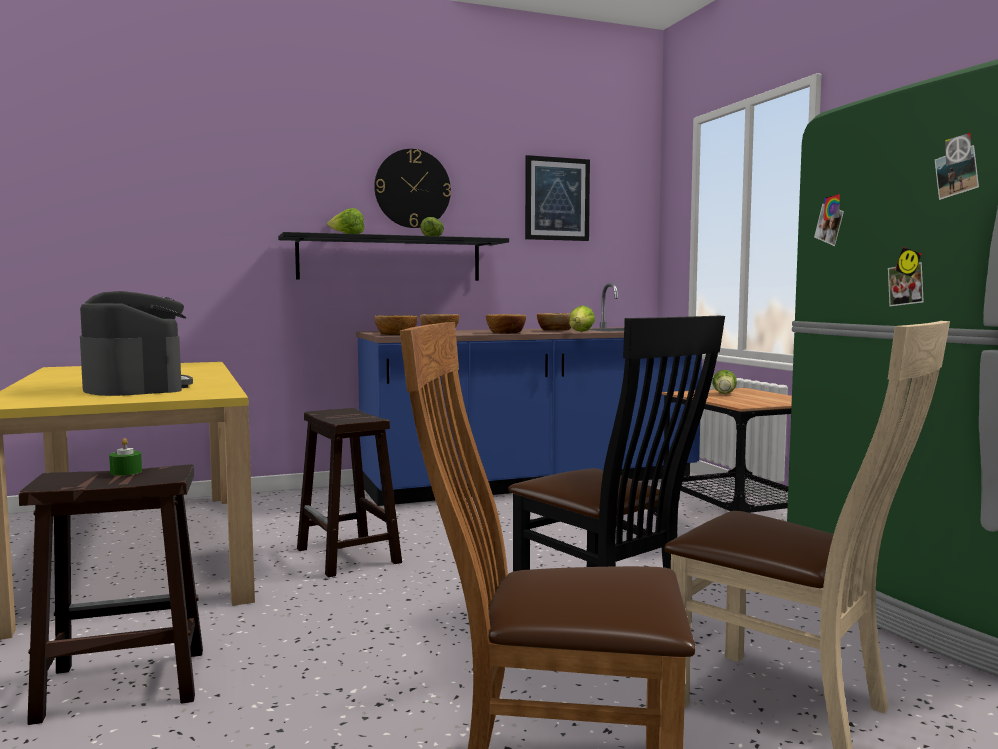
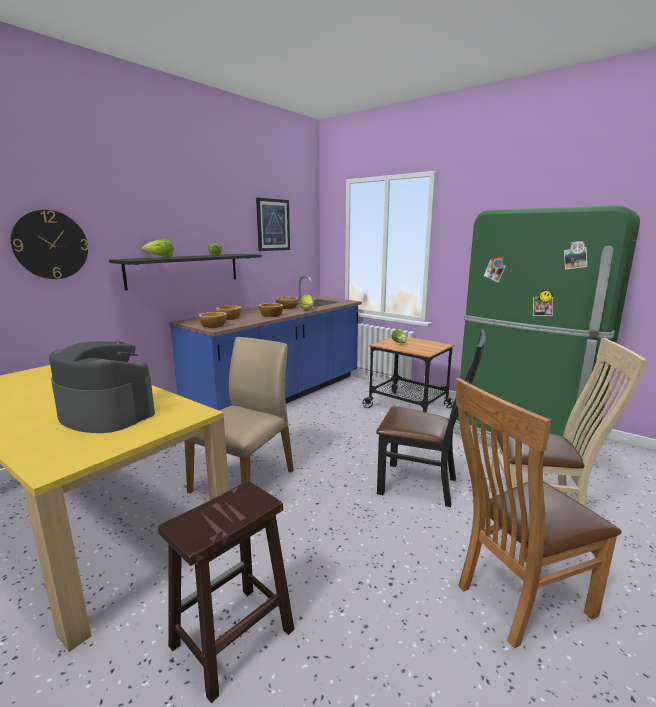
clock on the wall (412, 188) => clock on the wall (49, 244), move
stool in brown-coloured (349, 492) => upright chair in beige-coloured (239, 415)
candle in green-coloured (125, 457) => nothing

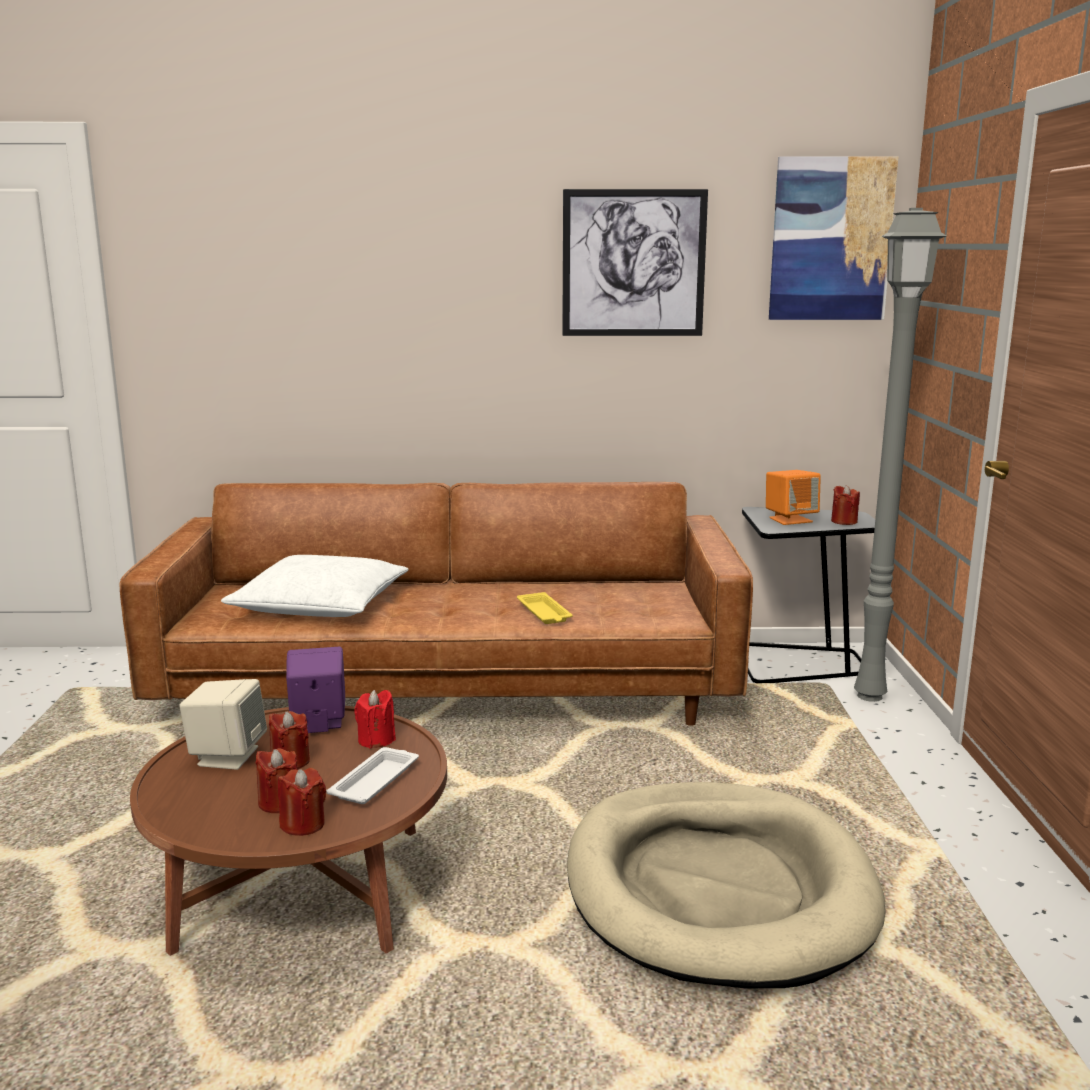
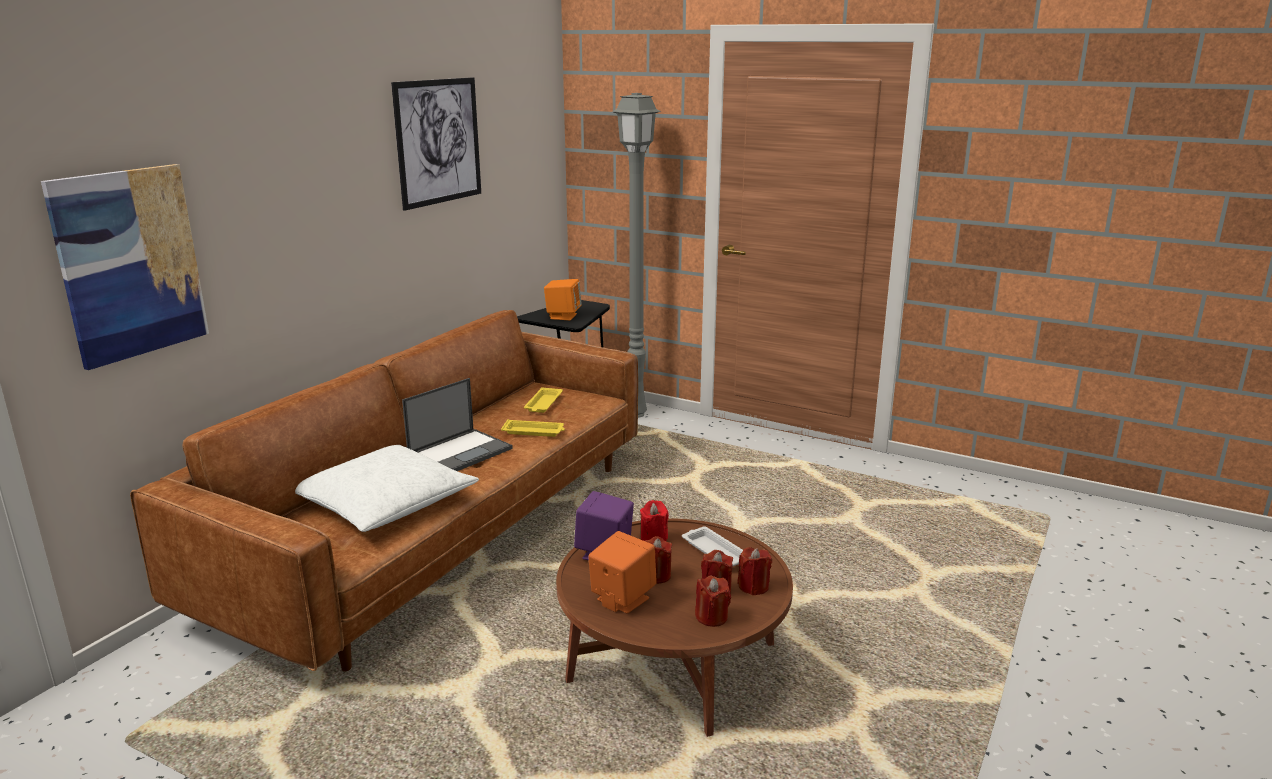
wall art (833, 238) => wall art (125, 267), move
nothing => notebook computer (457, 424)
nothing => carrying tray in yellow (543, 400)
loudspeaker in beige-coloured (223, 724) => loudspeaker in orangey (622, 572)
candle in red (845, 505) => candle in red (713, 601), move
dog bed in beige-coloured (726, 885) => nothing

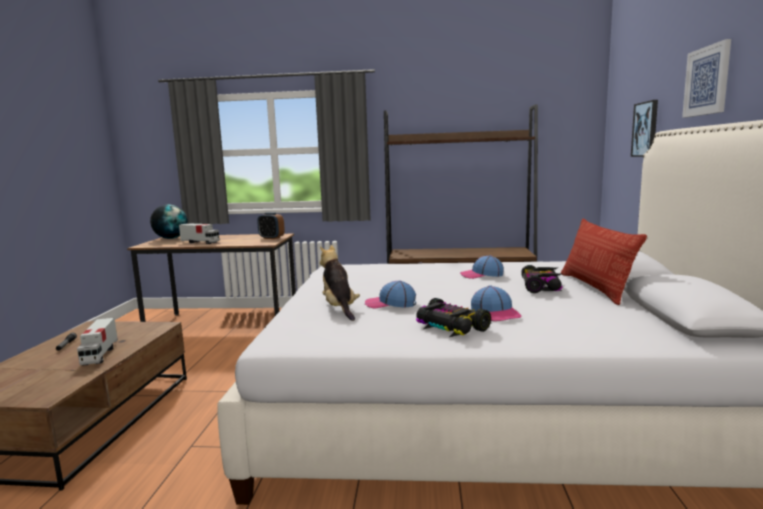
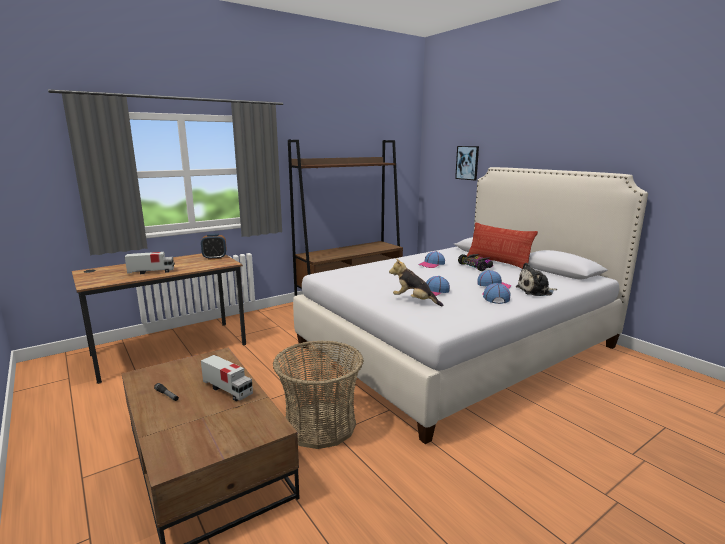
nothing => household basket (318, 394)
model car (453, 317) => baseball cap (496, 293)
nothing => plush toy (536, 279)
desk globe (169, 221) => nothing
wall art (706, 78) => nothing

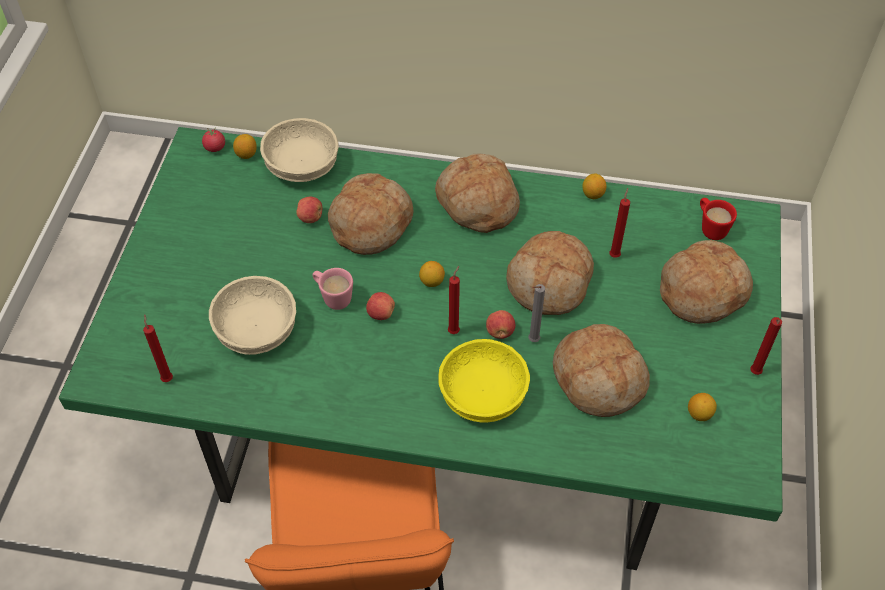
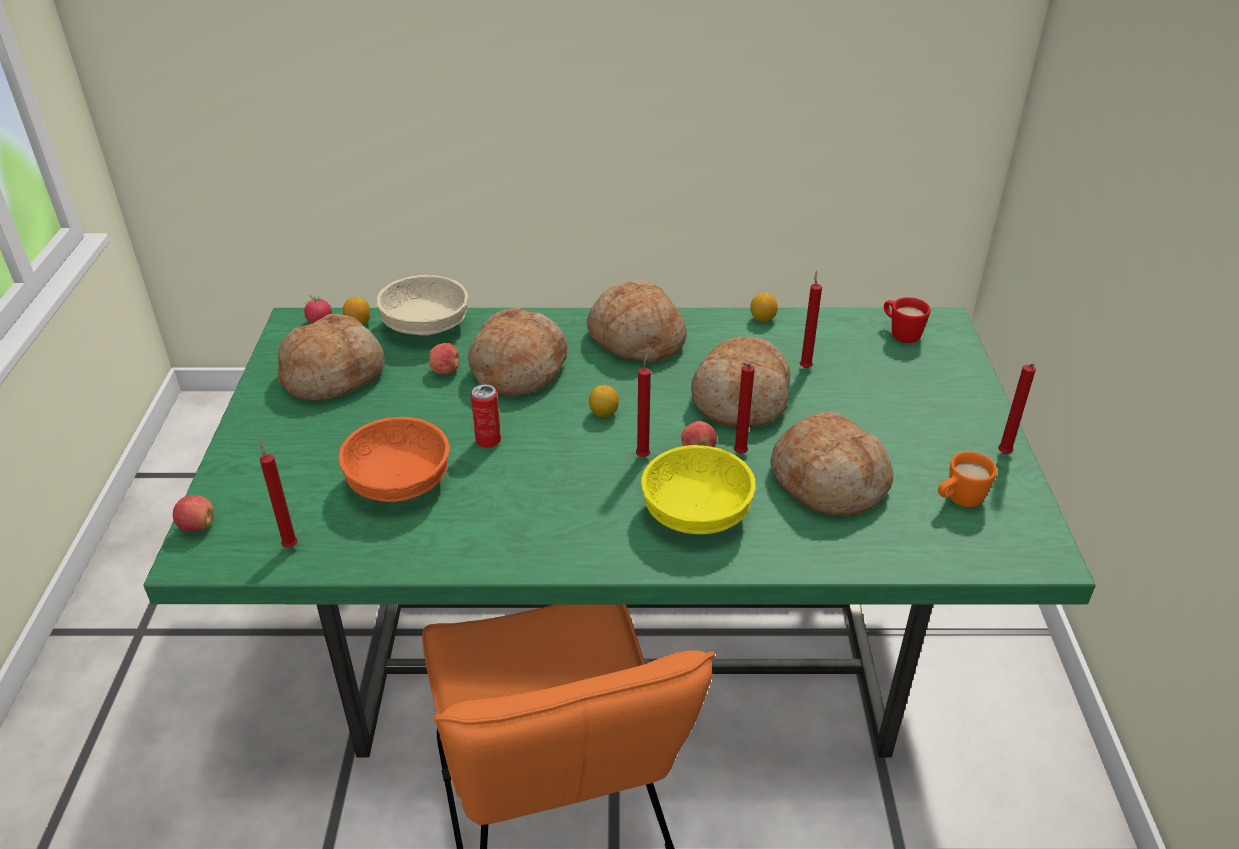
apple fruit (380, 306) => apple fruit (193, 513), move
bakery bread (706, 282) => bakery bread (331, 357), move
bowl in beige-coloured (252, 315) => bowl in orangey (394, 459)
coffee mug in pinkish (332, 289) => sealed can (486, 415)
candle in greyish (536, 313) => candle in red (744, 408)
citrus fruit (702, 407) => coffee mug in orangey (967, 479)

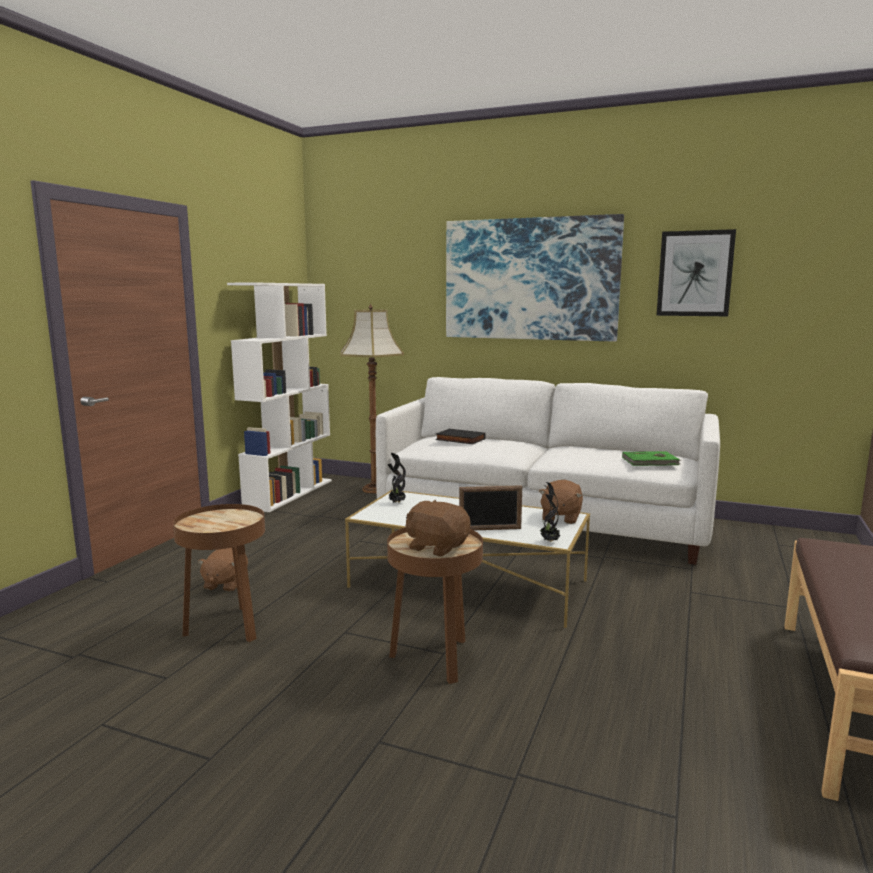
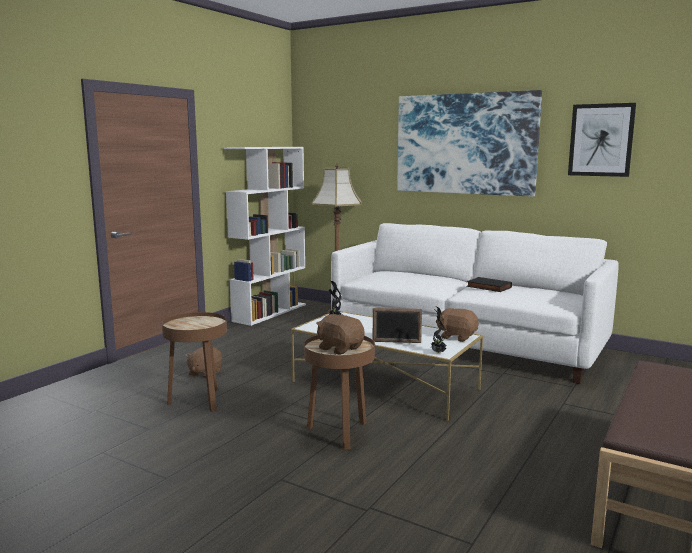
plush toy in brown-coloured (561, 502) => plush toy in brown-coloured (457, 325), 90 degrees clockwise
book in black-coloured (460, 436) => book in black-coloured (489, 284), move
book in green-coloured (652, 458) => nothing

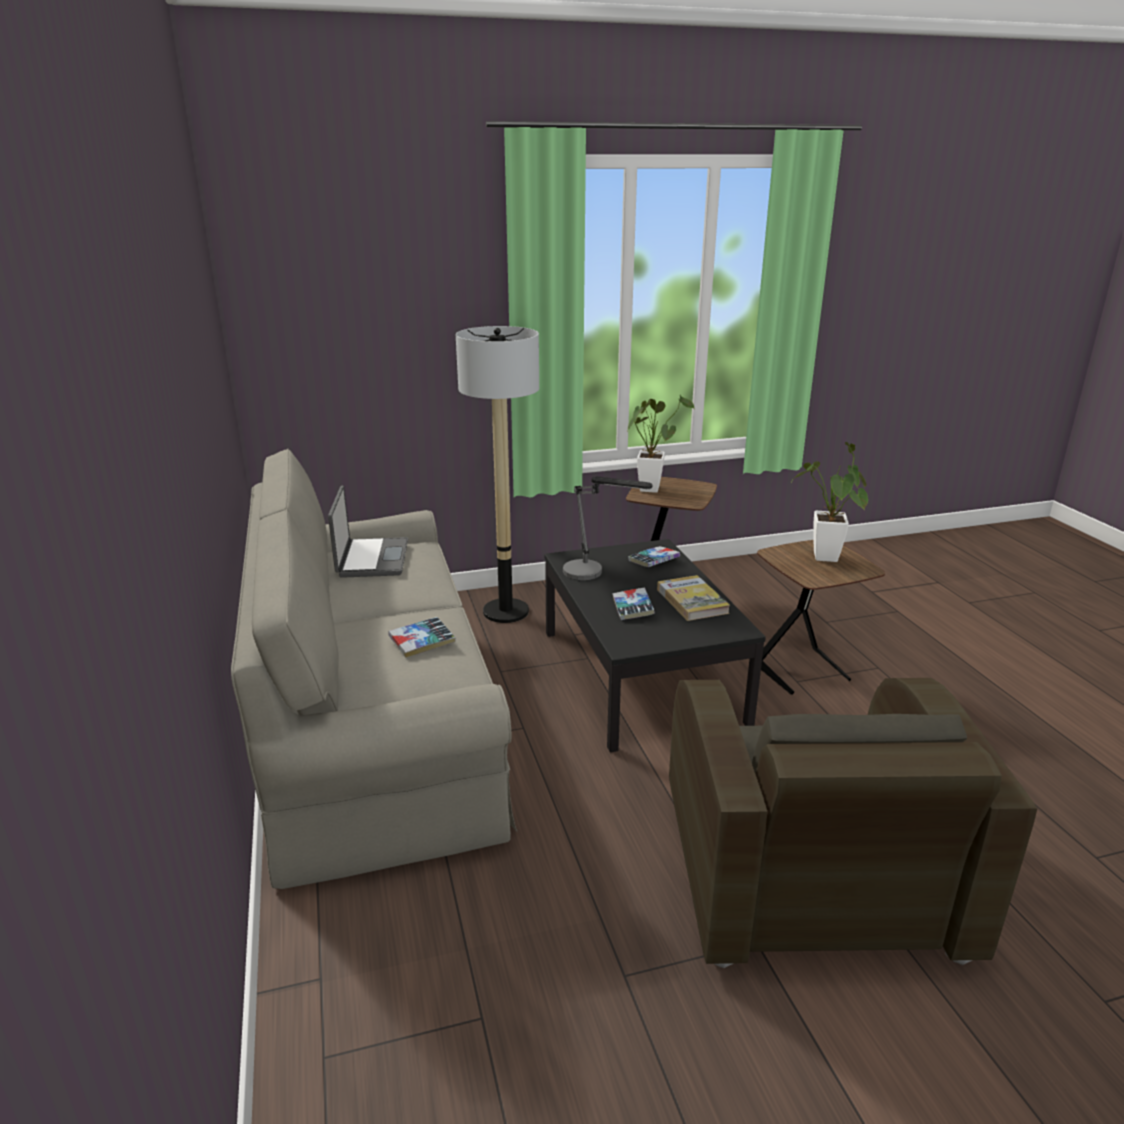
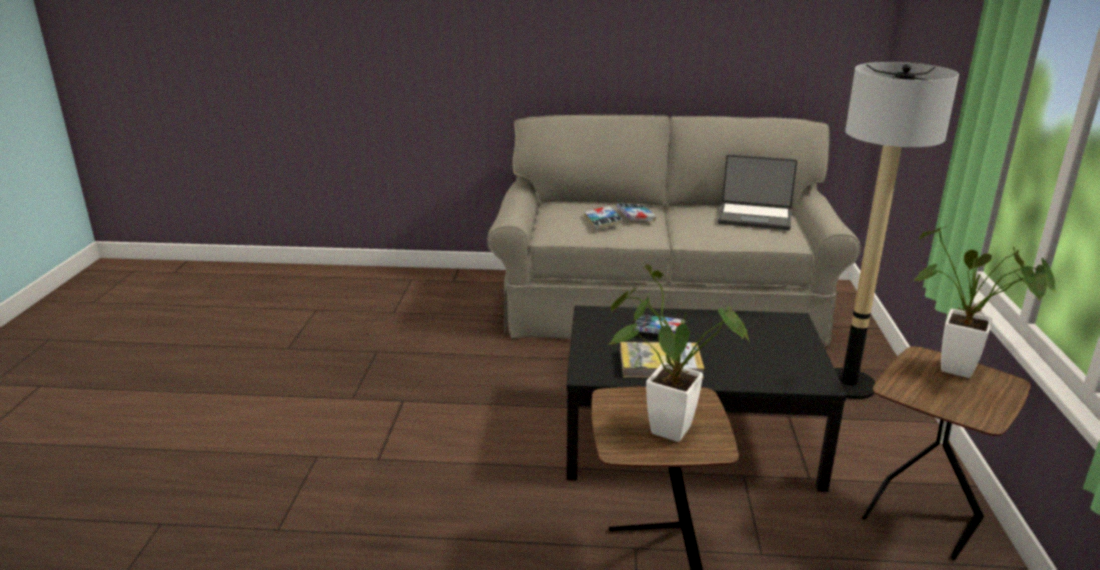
book (654, 556) => book (636, 212), move
lamp for a table (608, 528) => nothing
lounge chair in brown-coloured (853, 823) => nothing

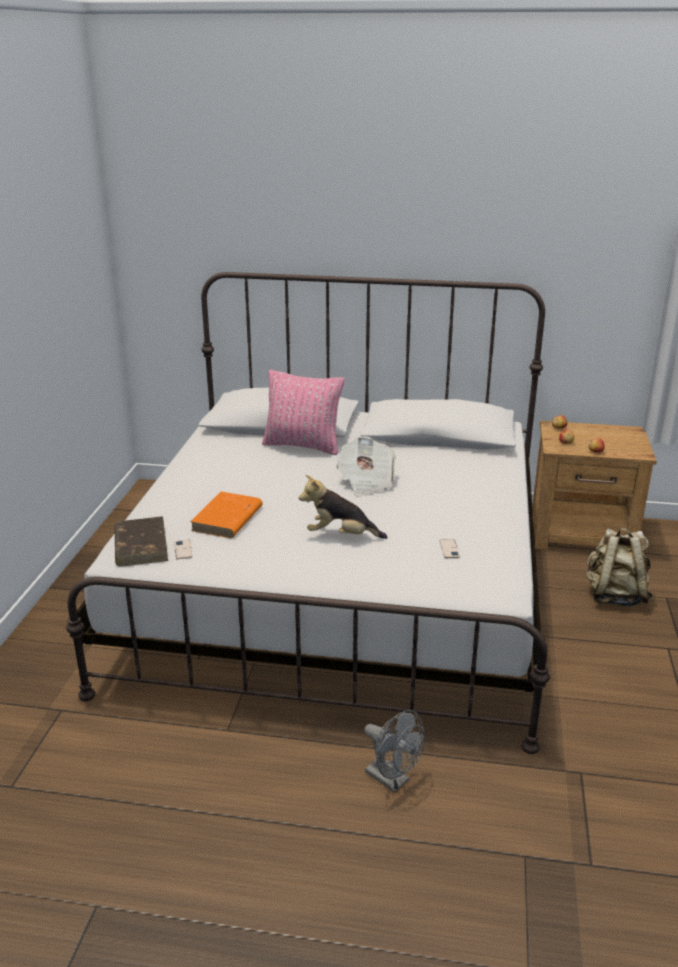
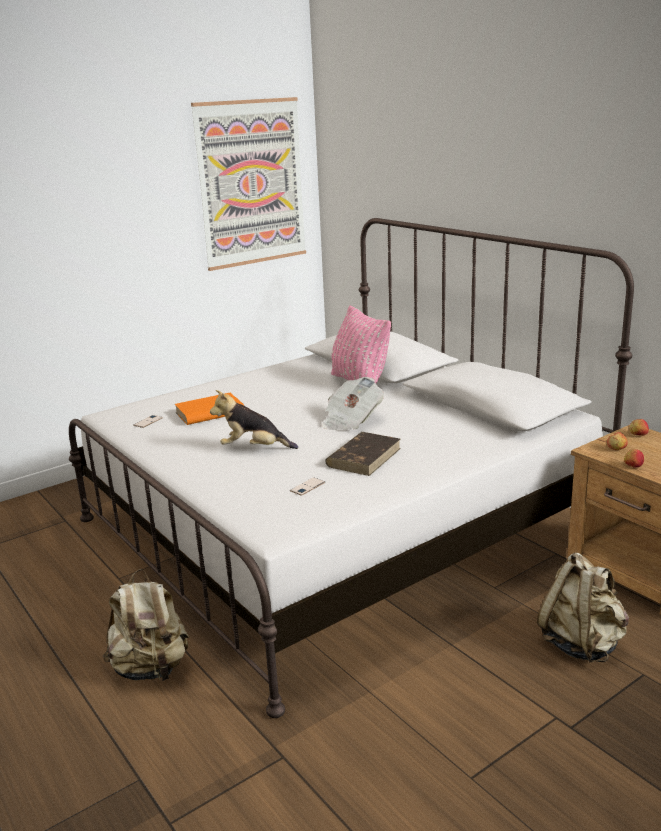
fan in greyish (394, 751) => backpack in beige-coloured (146, 625)
nothing => wall art (248, 184)
plush toy (343, 507) => plush toy (254, 419), 45 degrees counterclockwise
book in brown-coloured (141, 541) => book in brown-coloured (363, 454), move

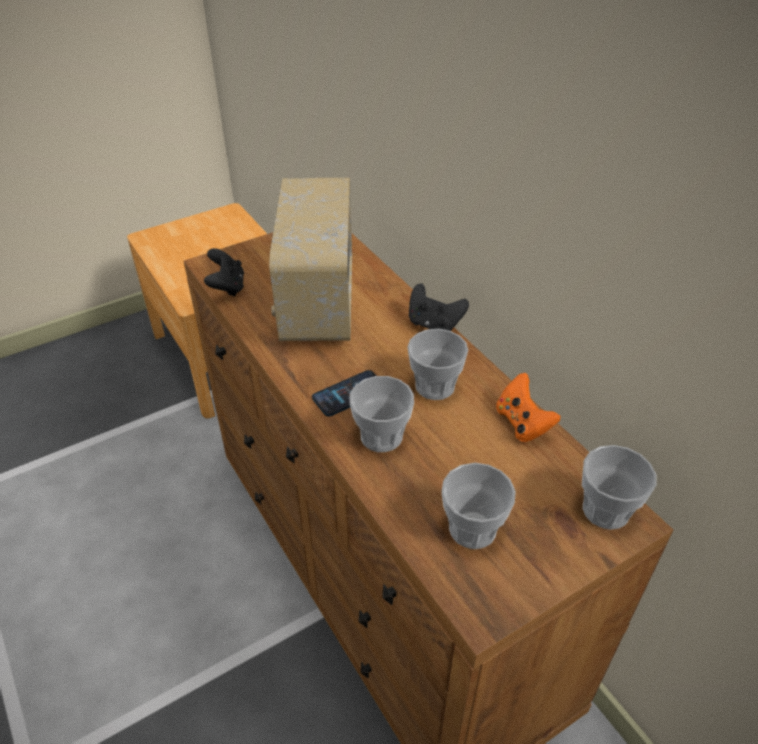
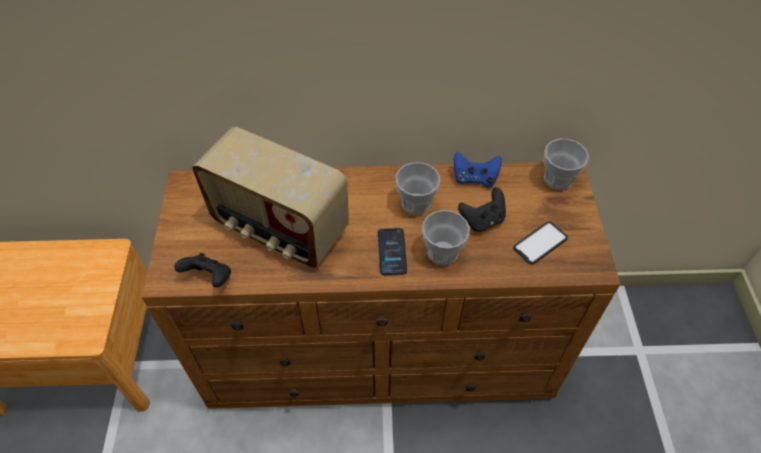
gamepad in orangey (528, 407) => gamepad in blue (478, 169)
gamepad in black-coloured (439, 307) => gamepad in black-coloured (482, 209), move
cup (478, 506) => handset (540, 242)

